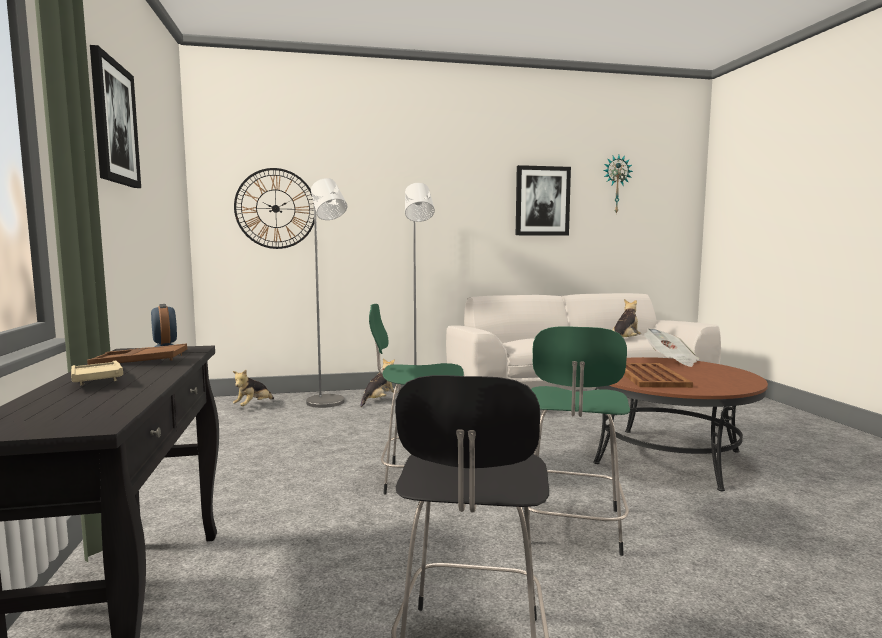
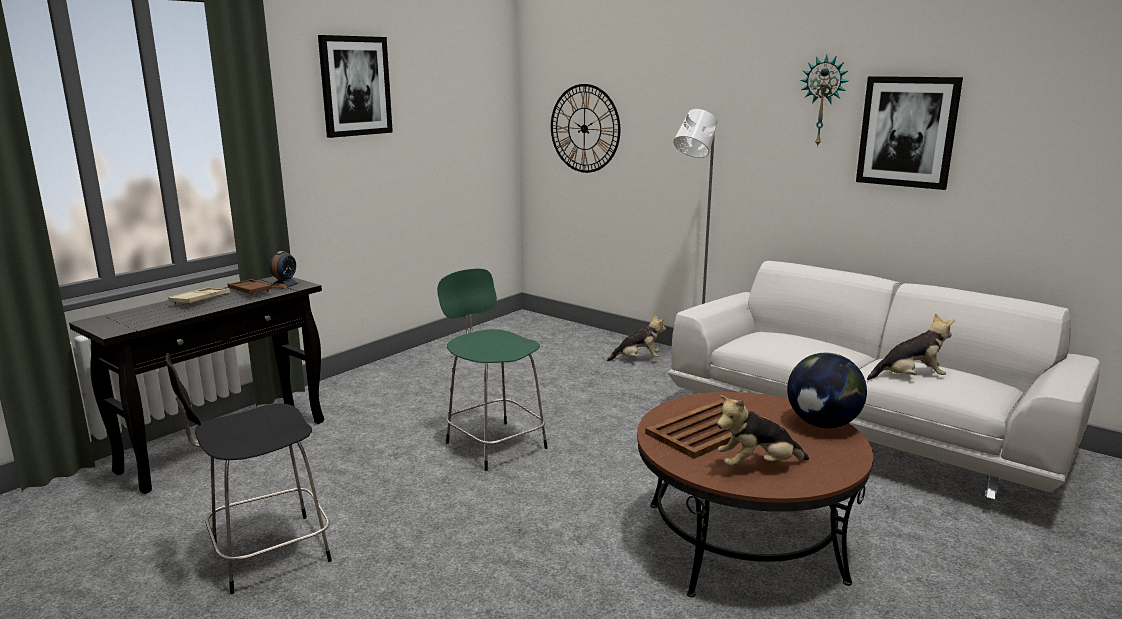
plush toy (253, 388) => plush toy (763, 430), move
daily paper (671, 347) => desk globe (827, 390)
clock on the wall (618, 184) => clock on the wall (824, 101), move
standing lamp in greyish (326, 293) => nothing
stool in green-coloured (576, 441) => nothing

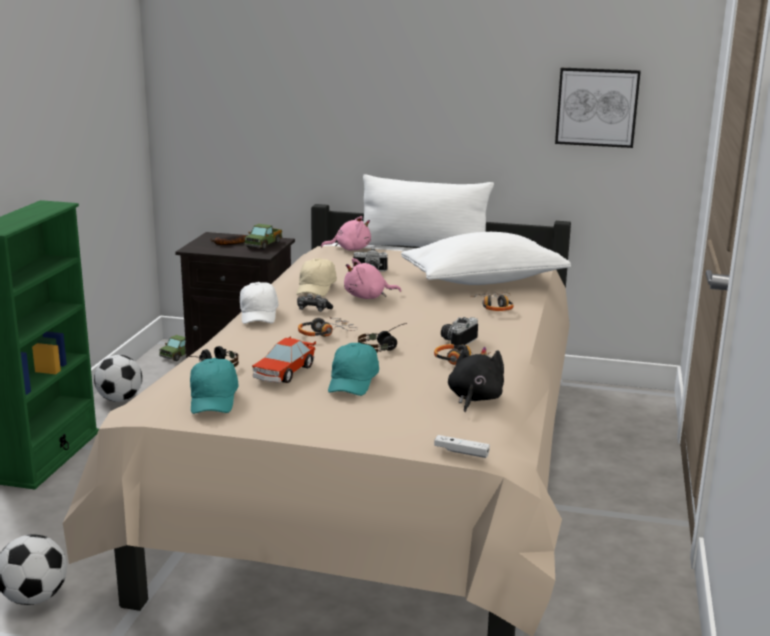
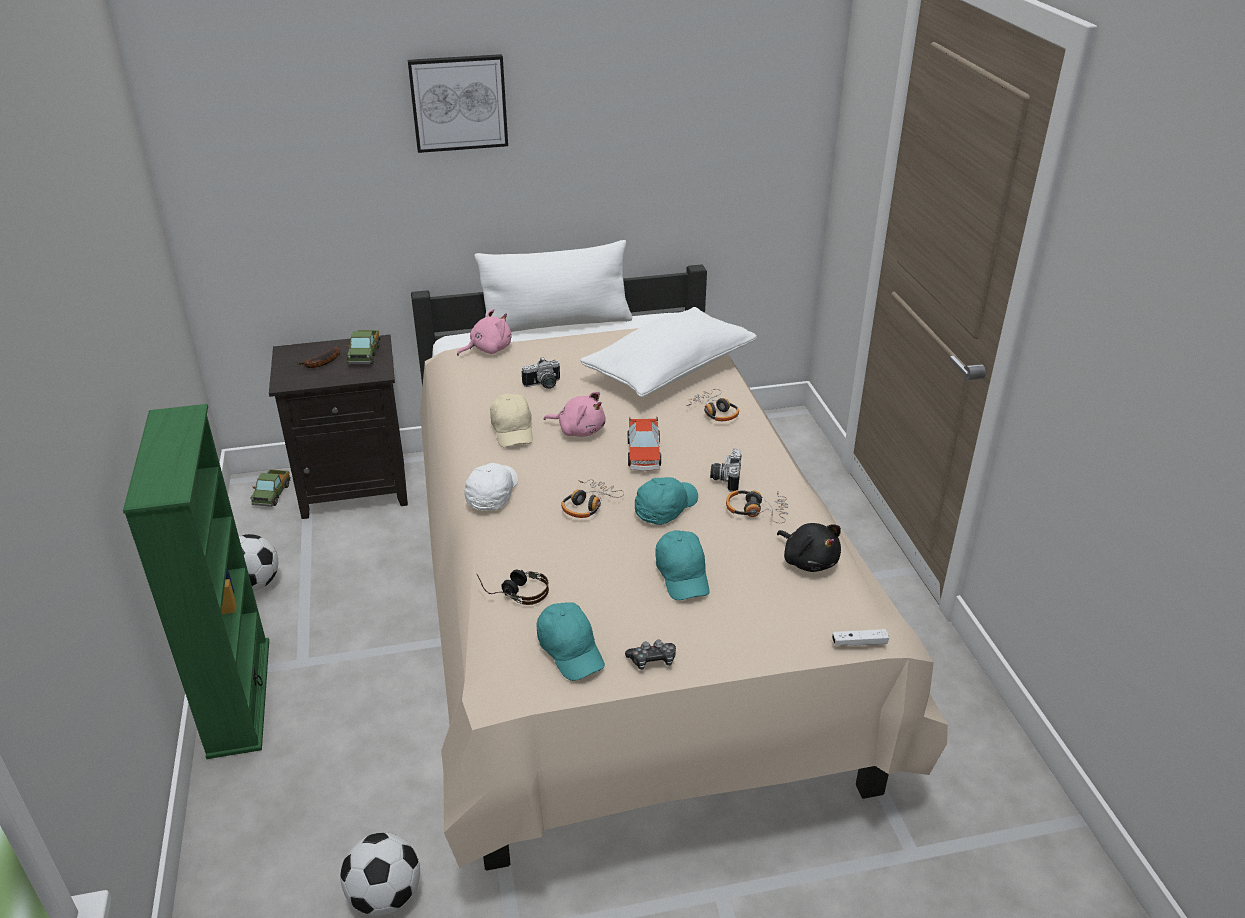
wall art (598, 108) => wall art (458, 103), move
baseball cap in white-coloured (259, 303) => baseball cap in white-coloured (491, 487), 135 degrees counterclockwise
plush toy in pinkish (372, 278) => plush toy in pinkish (575, 414), 120 degrees counterclockwise
gamepad (315, 303) => gamepad (650, 655), move
model car (284, 359) => model car (644, 443), move
headset (382, 337) => baseball cap in turquoise-coloured (666, 501)
plush toy in black-coloured (476, 379) => plush toy in black-coloured (809, 547), 150 degrees clockwise

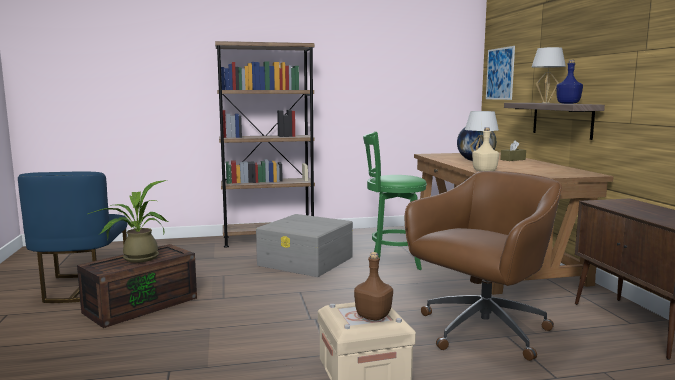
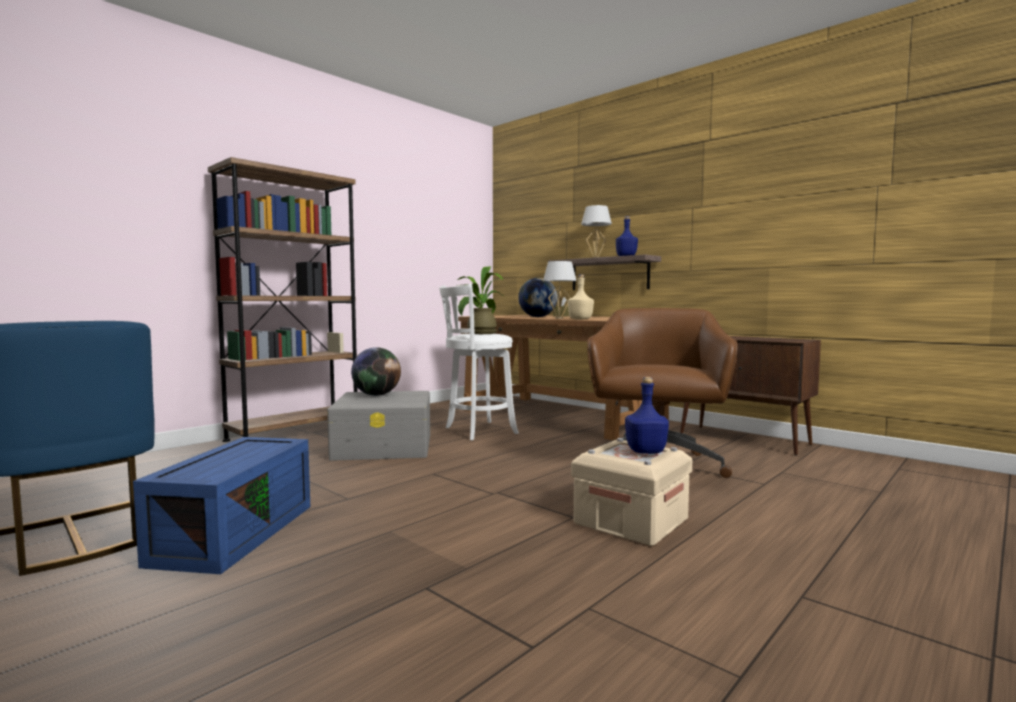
storage container in brown-coloured (137, 286) => storage container in blue (221, 505)
nothing => desk globe (376, 371)
stool in green-coloured (395, 201) => stool in white-coloured (479, 362)
plant in a pot (128, 221) => plant in a pot (481, 300), move
drink bottle in brown-coloured (373, 286) => drink bottle in blue (647, 415)
wall art (500, 73) => nothing

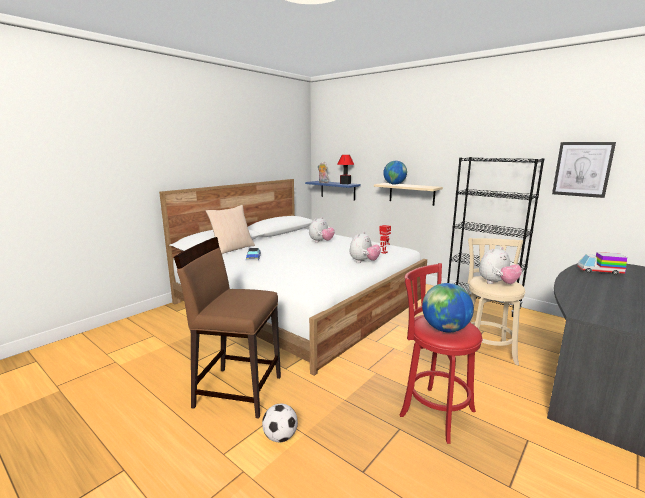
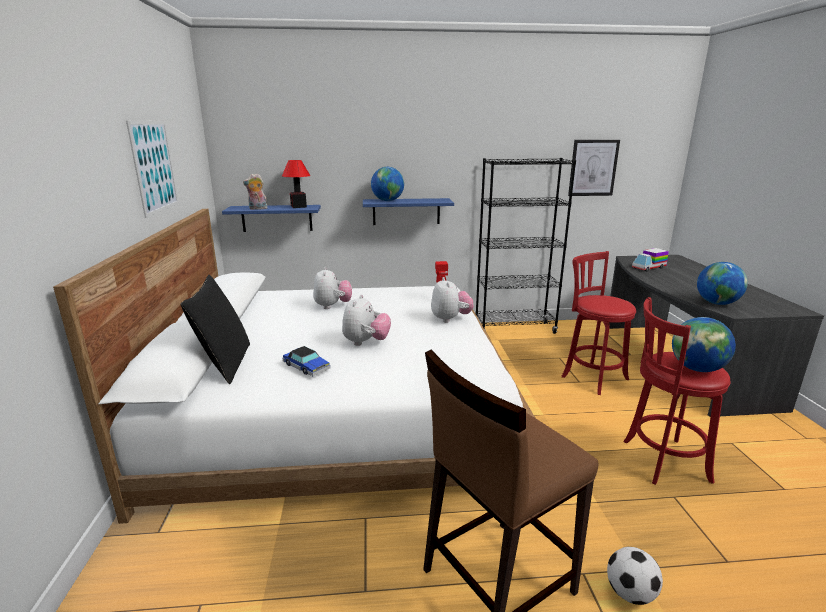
nothing => wall art (152, 169)
throw pillow in beige-coloured (230, 229) => throw pillow in black-coloured (215, 329)
plush toy (500, 265) => plush toy (366, 320), move
wall shelf in beige-coloured (408, 194) => wall shelf in blue (408, 211)
stool in beige-coloured (496, 301) => stool in red (599, 323)
nothing => desk globe (722, 283)

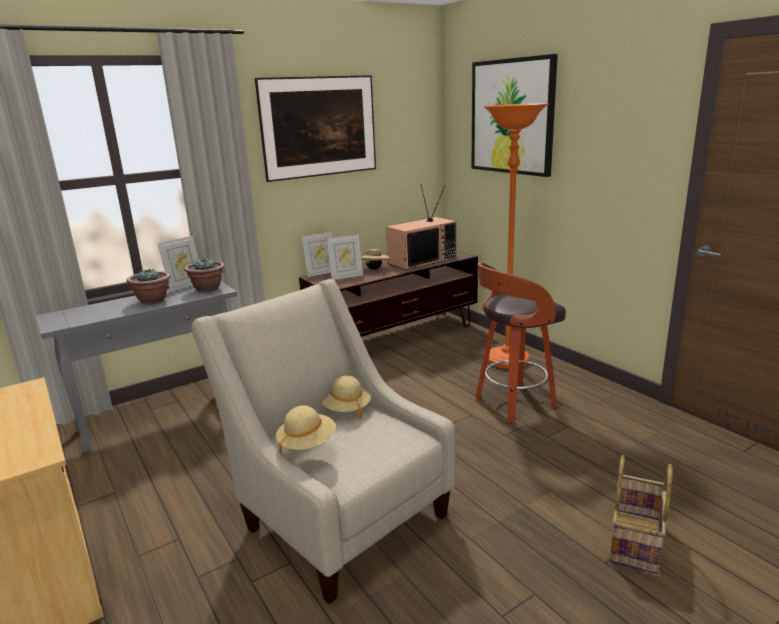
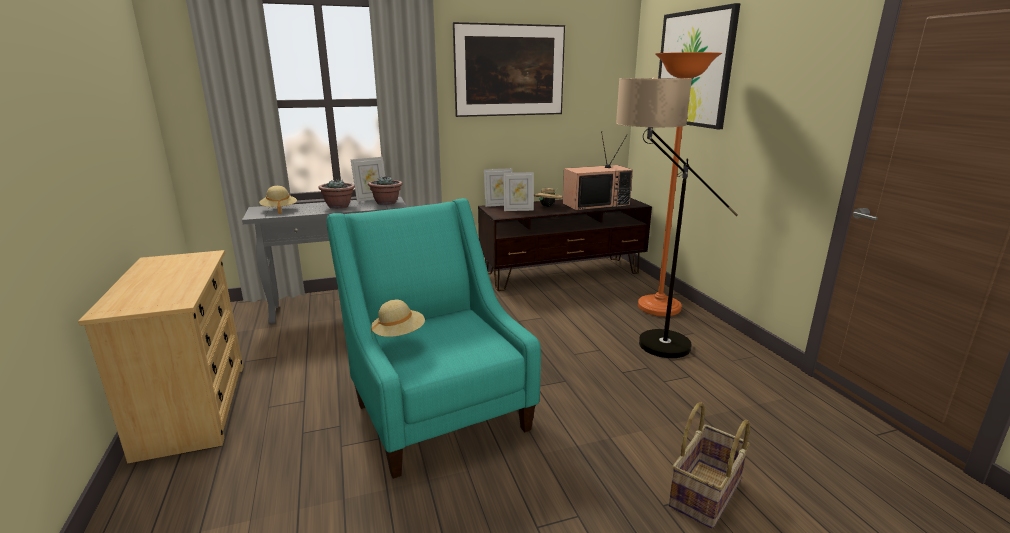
wearable hat in beige-coloured (346, 397) => wearable hat in beige-coloured (278, 200), move
lounge chair in beige-coloured (324, 441) => lounge chair in turquoise-coloured (433, 338)
stool (520, 342) => standing lamp (677, 217)

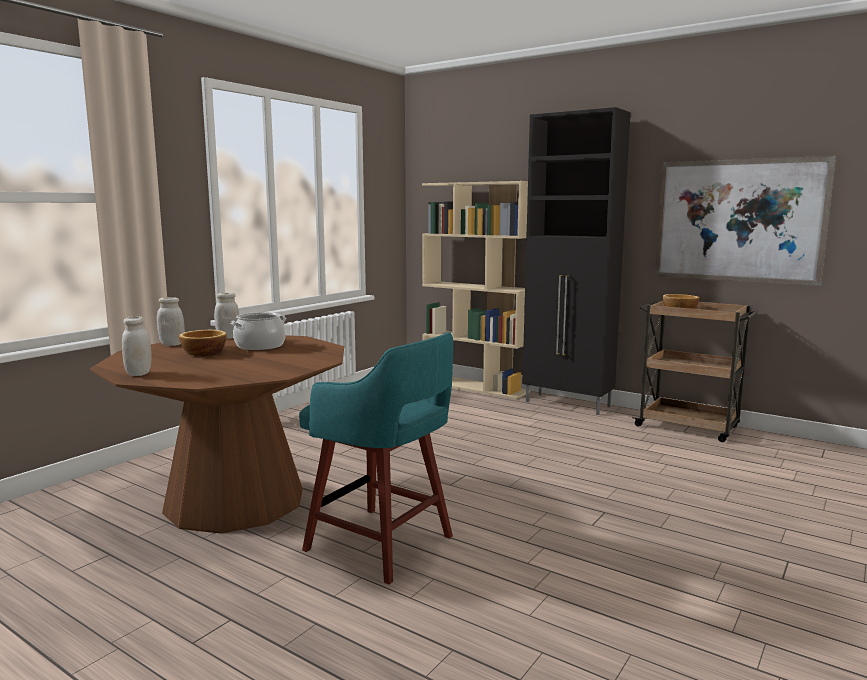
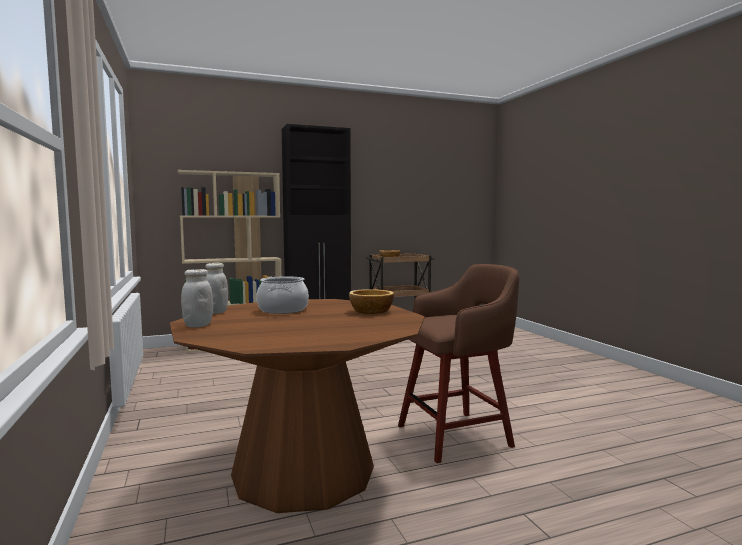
bowl (203, 343) => bowl (371, 301), move
stool in turquoise-coloured (376, 458) => stool in brown-coloured (458, 363)
preserve jar in white-coloured (137, 346) => nothing
wall art (745, 221) => nothing

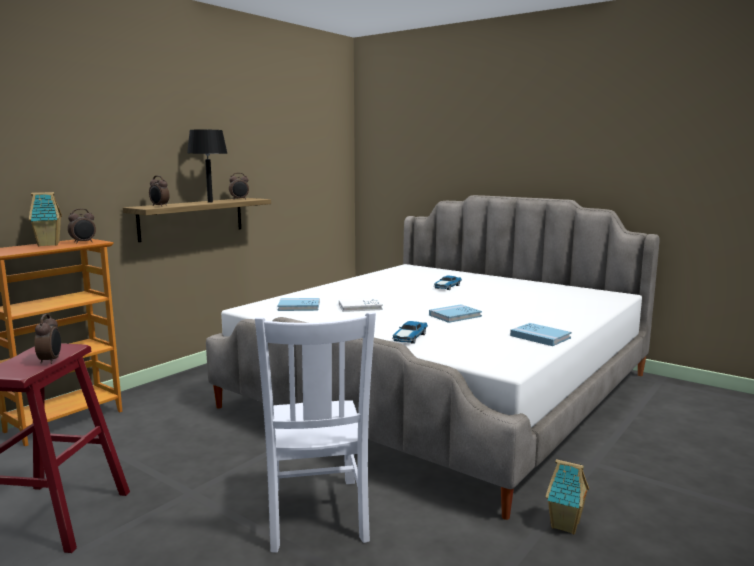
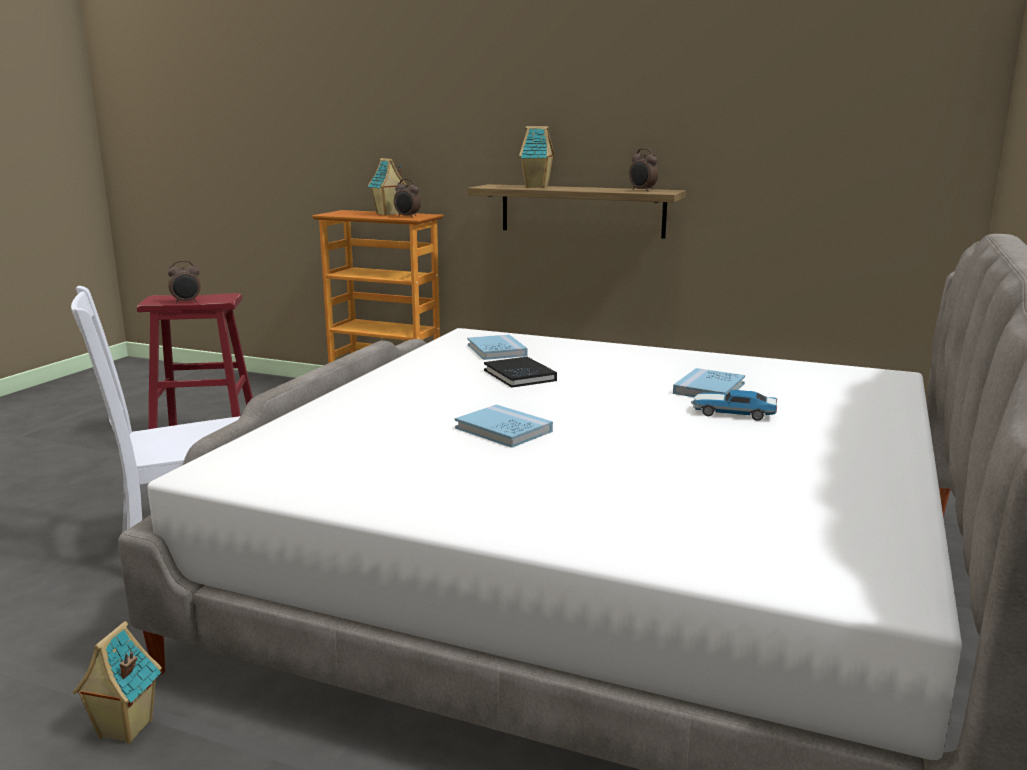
book in white-coloured (361, 305) => book in black-coloured (520, 372)
nothing => model house (537, 157)
book in blue (540, 334) => book in blue (709, 382), move
bedside clock (159, 191) => nothing
lamp for a table in black-coloured (207, 166) => nothing
model car (410, 332) => nothing

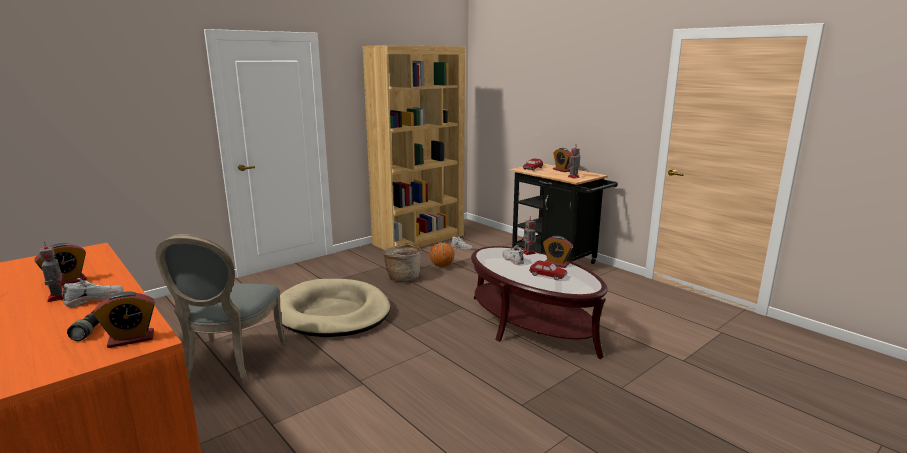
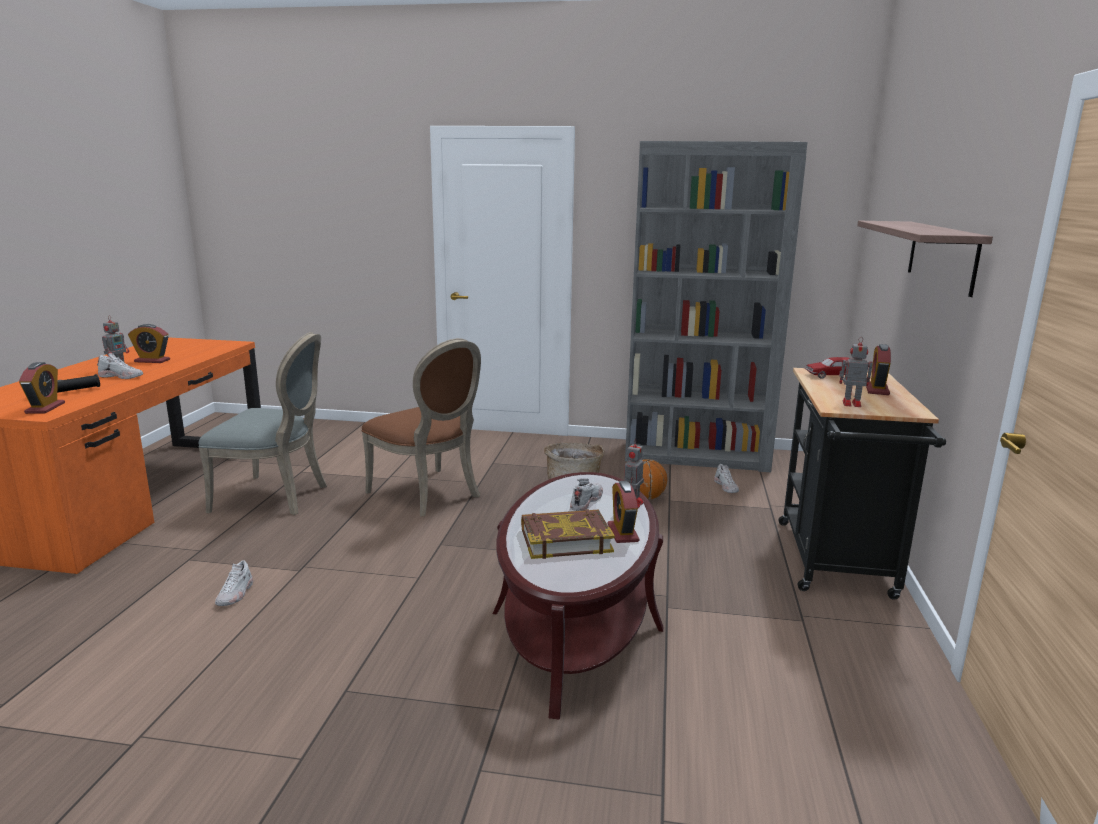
bedside clock (124, 320) => bedside clock (42, 388), 120 degrees counterclockwise
upright chair in greyish (220, 309) => upright chair in greyish (262, 423), 135 degrees counterclockwise
nothing => shoe in white-coloured (234, 583)
dog bed in beige-coloured (335, 308) => upright chair in brown-coloured (421, 427)
model car (548, 270) => book (568, 534)
bookshelf in brown-coloured (413, 147) => bookshelf in greyish (716, 306)
nothing => wall shelf (925, 259)

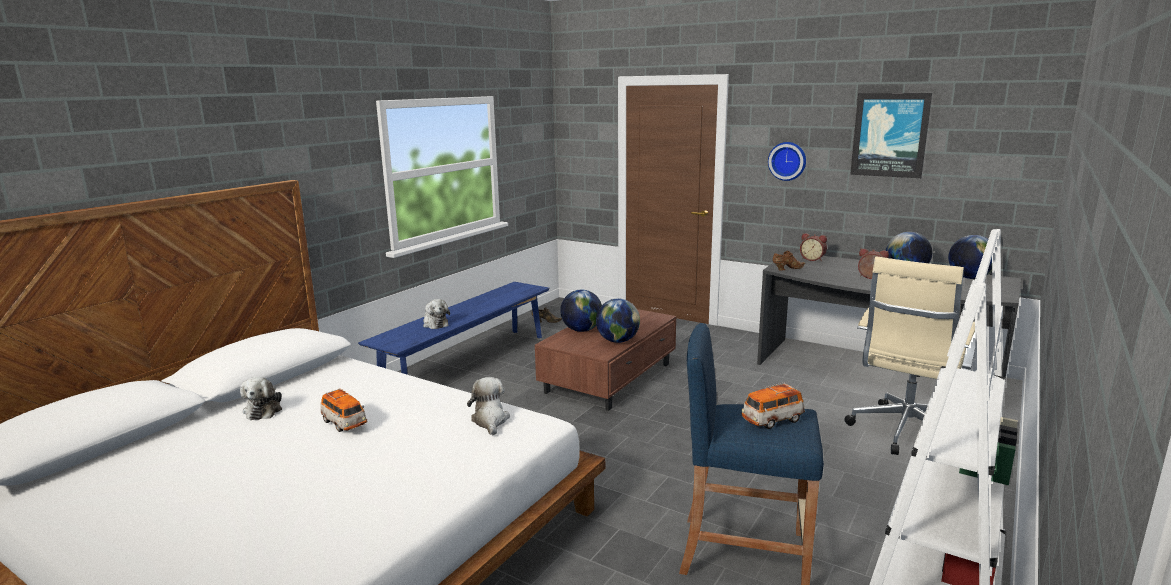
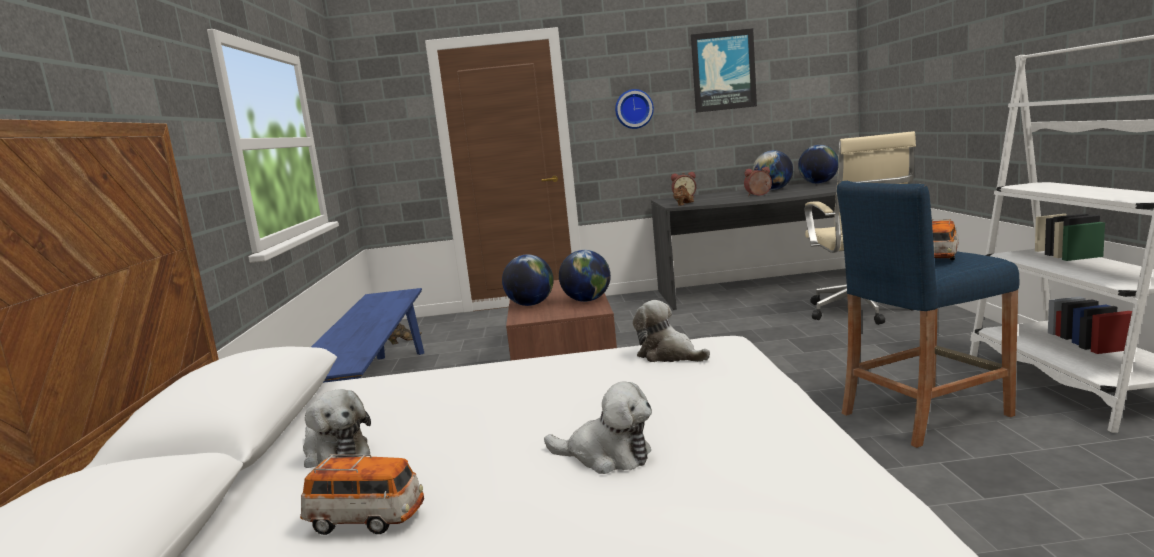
model car (343, 410) => model car (362, 494), move
plush toy (436, 314) => plush toy (598, 427), move

